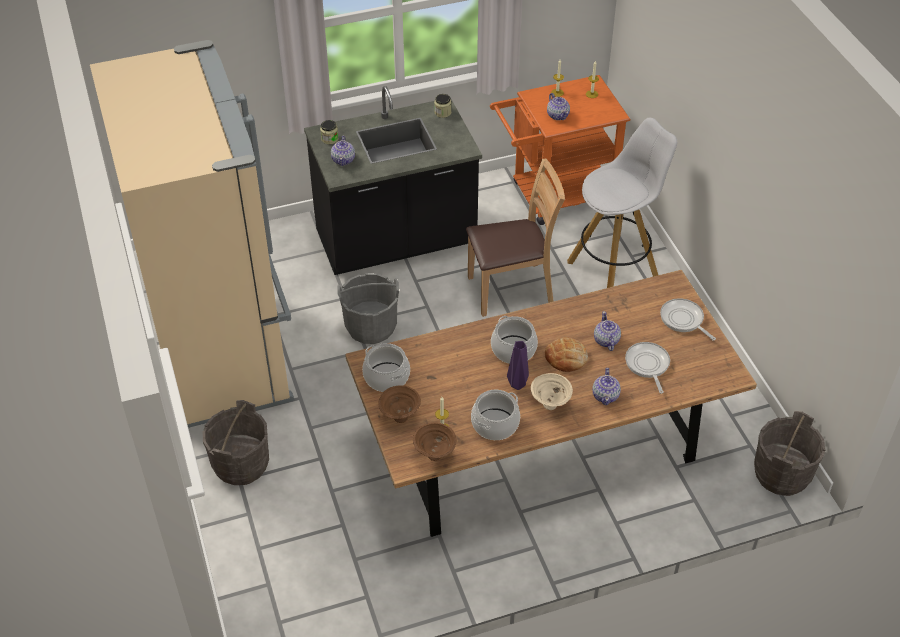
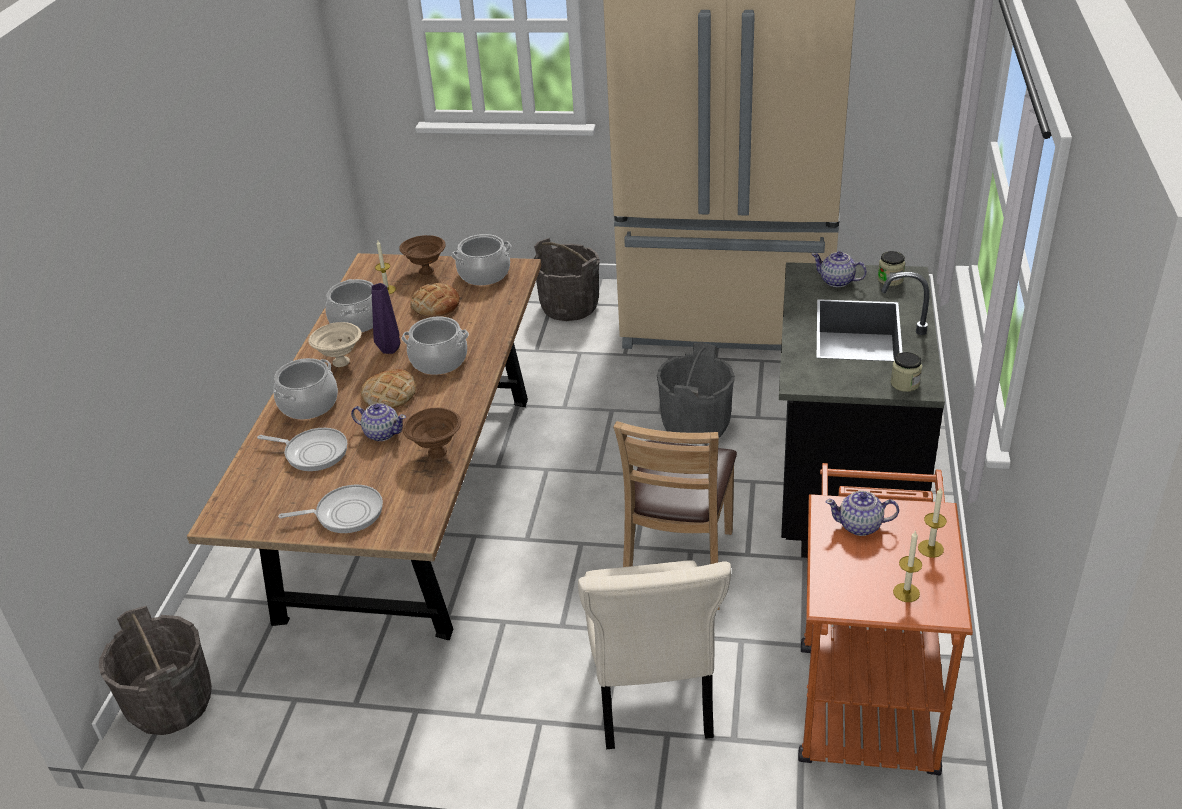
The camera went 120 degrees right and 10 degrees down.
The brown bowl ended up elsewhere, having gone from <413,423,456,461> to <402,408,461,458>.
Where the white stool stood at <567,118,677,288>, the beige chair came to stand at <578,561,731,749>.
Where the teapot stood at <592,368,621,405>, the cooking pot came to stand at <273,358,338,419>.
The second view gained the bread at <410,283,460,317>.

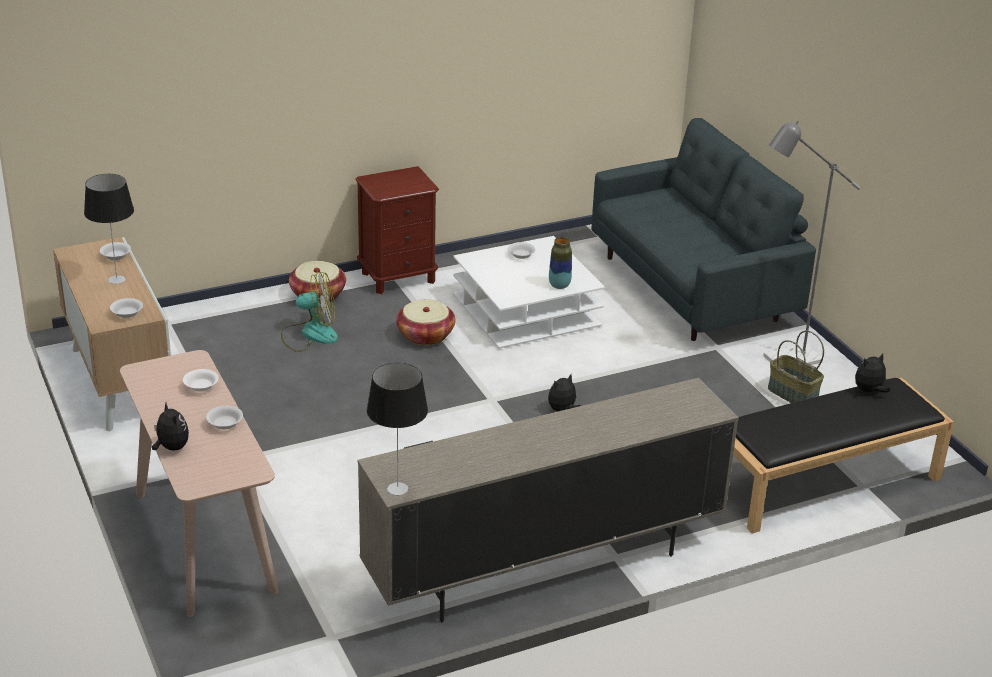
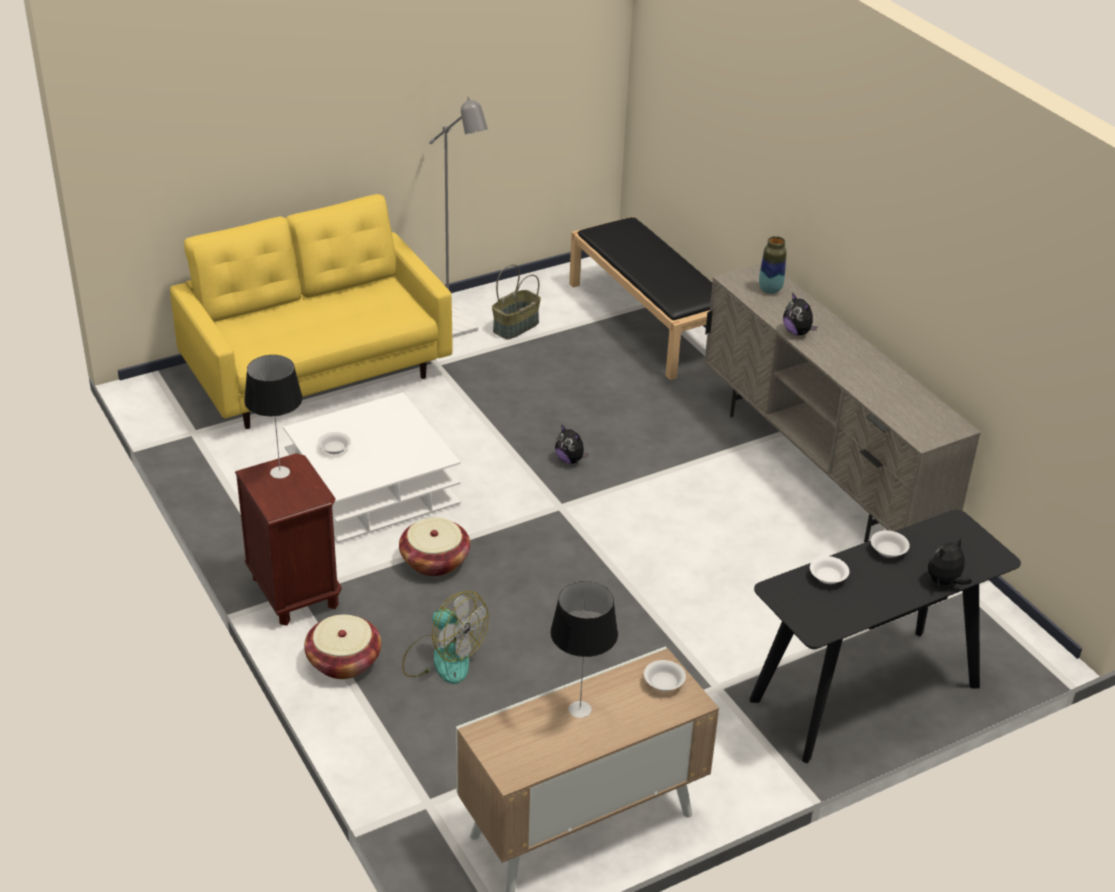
The camera went 95 degrees left and 5 degrees up.
The second view lost the white bowl at <100,242,131,260>.
What was the beige console table at <120,350,279,617> turned into the black console table at <750,510,1021,763>.
The fan at <281,271,338,352> ended up facing another way, 135 degrees clockwise from before.
The table lamp ended up elsewhere, having gone from <367,363,428,495> to <244,355,303,478>.
The vase ended up elsewhere, having gone from <549,237,572,289> to <759,236,787,294>.
What was the grey sofa at <592,118,816,341> turned into the yellow sofa at <170,194,453,429>.
The plush toy ended up elsewhere, having gone from <855,353,890,392> to <783,292,817,335>.

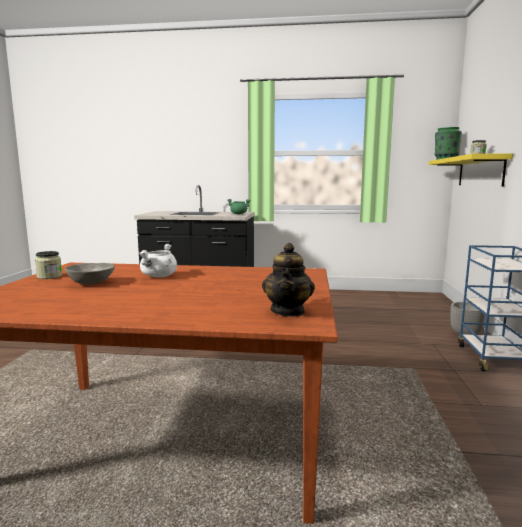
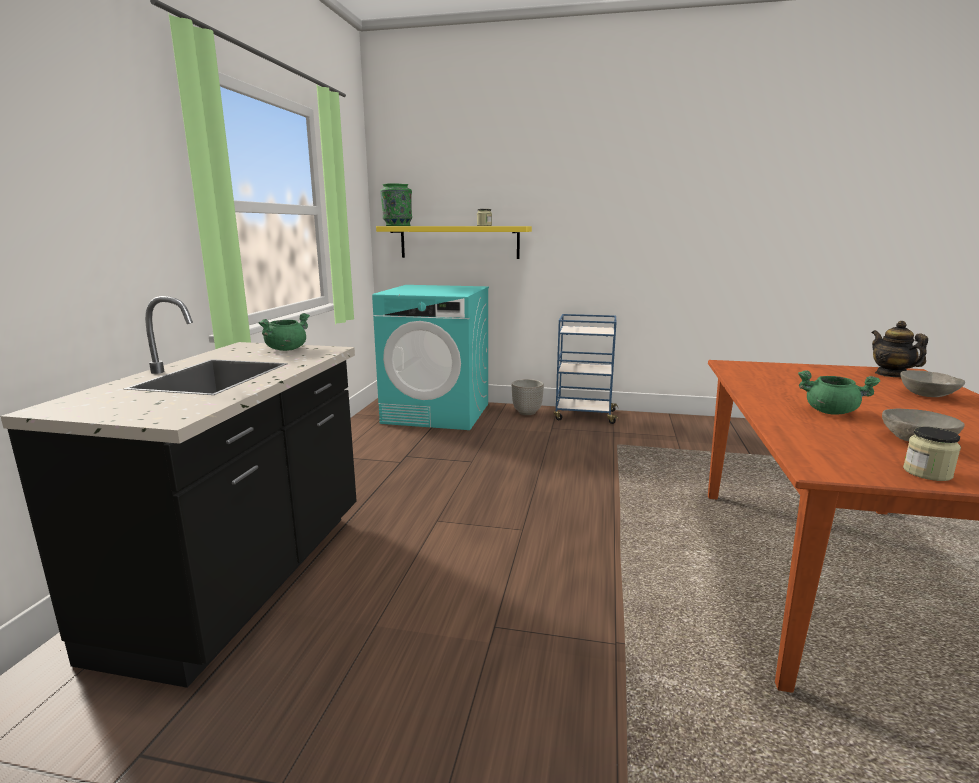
The camera went 85 degrees left and 5 degrees up.
What was the white cooking pot at <139,243,177,278> turned into the green cooking pot at <798,370,880,415>.
The teapot at <262,243,315,317> ended up facing another way, 120 degrees counterclockwise from before.
The second view gained the turquoise washing machine at <372,285,489,430>.
The second view gained the grey bowl at <900,370,965,397>.

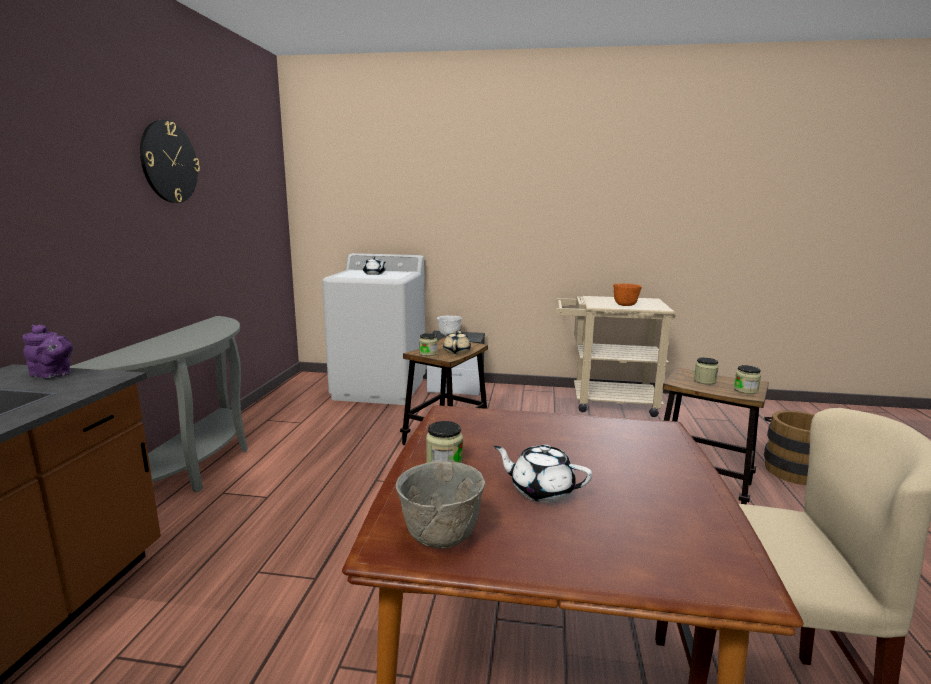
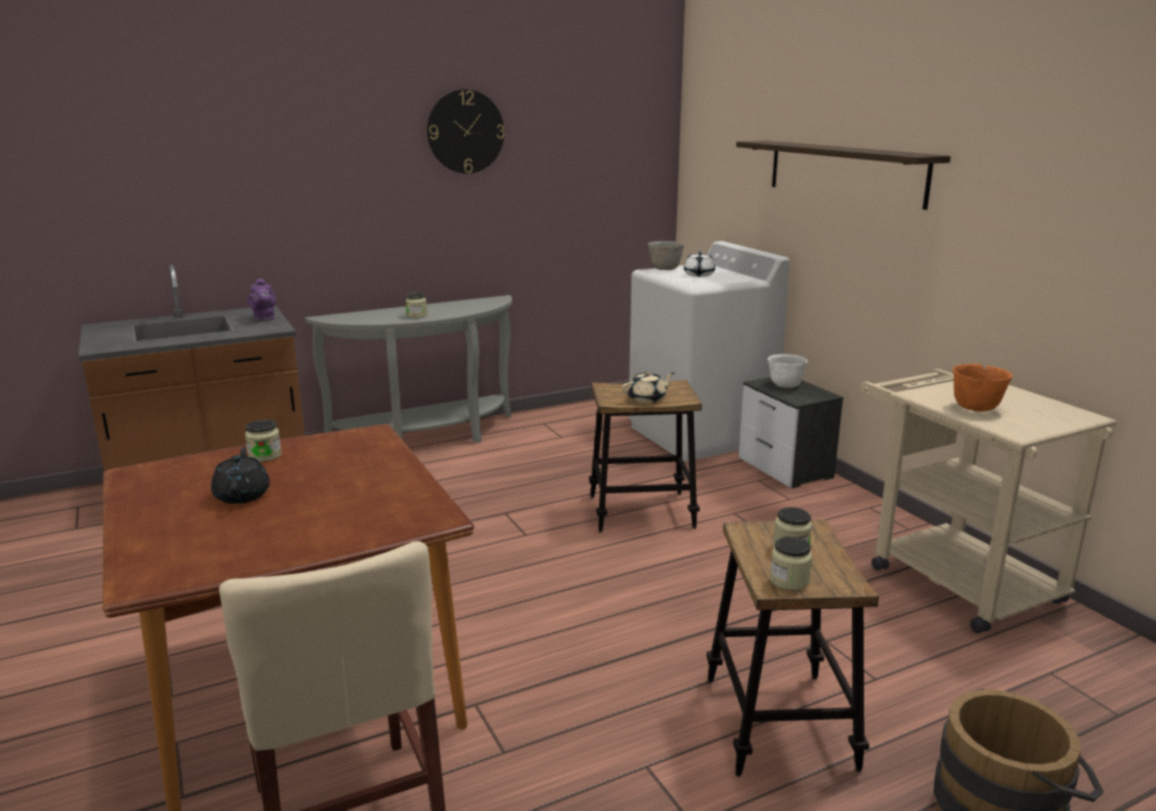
The camera went 55 degrees right and 5 degrees up.
The grey bowl ended up elsewhere, having gone from <396,461,485,549> to <648,241,684,270>.
The jar ended up elsewhere, having gone from <419,333,437,356> to <406,293,427,318>.
What was the white teapot at <493,445,592,502> turned into the black teapot at <211,447,270,504>.
The second view gained the shelf at <736,141,951,210>.

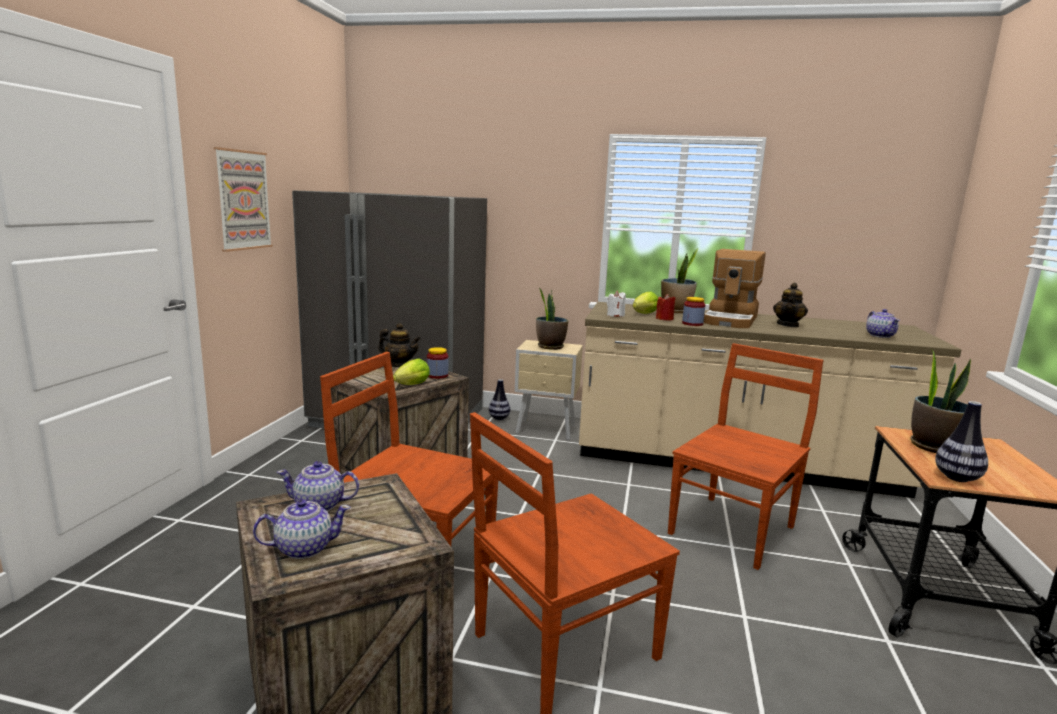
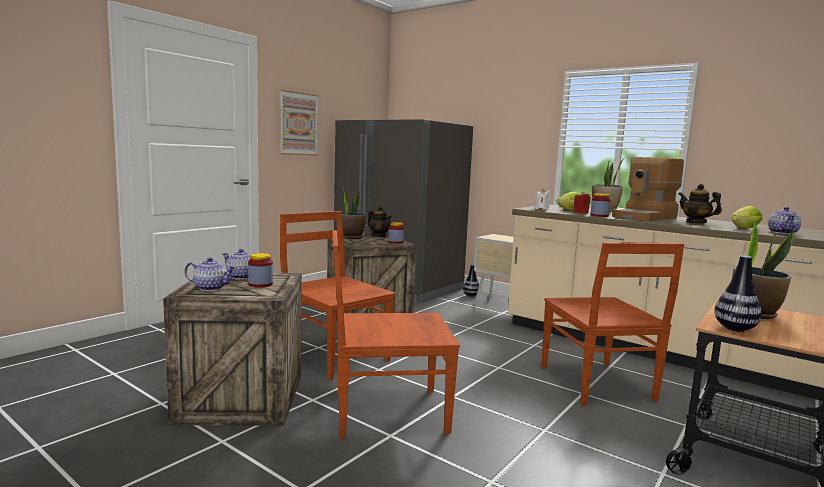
The camera went 25 degrees right and 5 degrees down.
The lettuce ended up elsewhere, having gone from <393,359,430,385> to <732,206,763,228>.
The potted plant ended up elsewhere, having gone from <536,288,568,350> to <341,188,366,239>.
The brown chair at <668,343,824,570> ended up facing another way, 105 degrees clockwise from before.
The teapot at <773,283,808,328> ended up facing another way, 90 degrees clockwise from before.
The second view gained the jar at <248,253,273,288>.

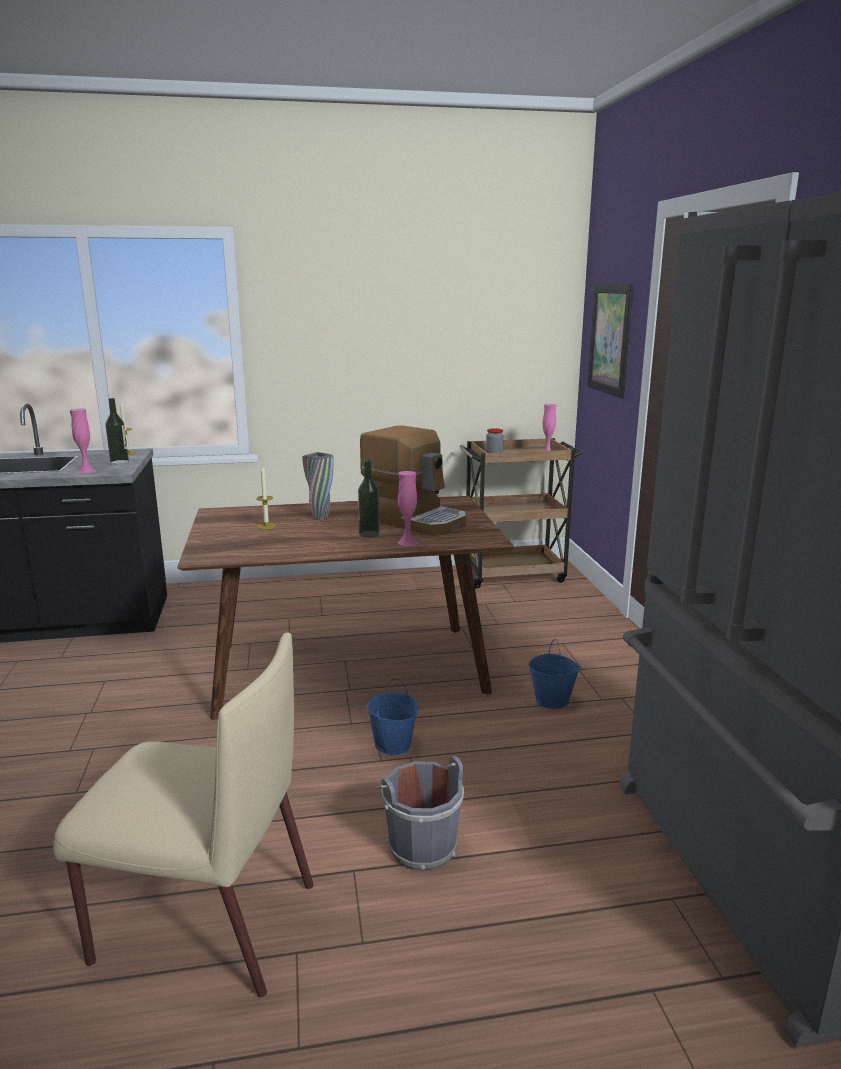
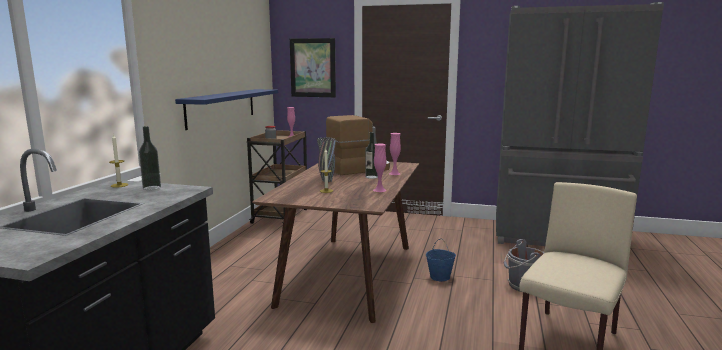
The camera went 65 degrees left and 5 degrees down.
The pink vase ended up elsewhere, having gone from <70,409,96,473> to <373,144,386,192>.
The second view lost the blue bucket at <529,639,580,709>.
The second view gained the blue shelf at <175,89,278,130>.

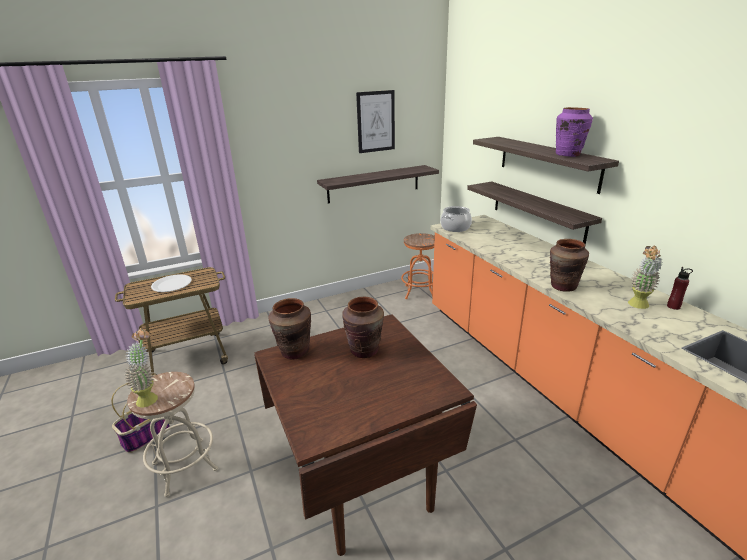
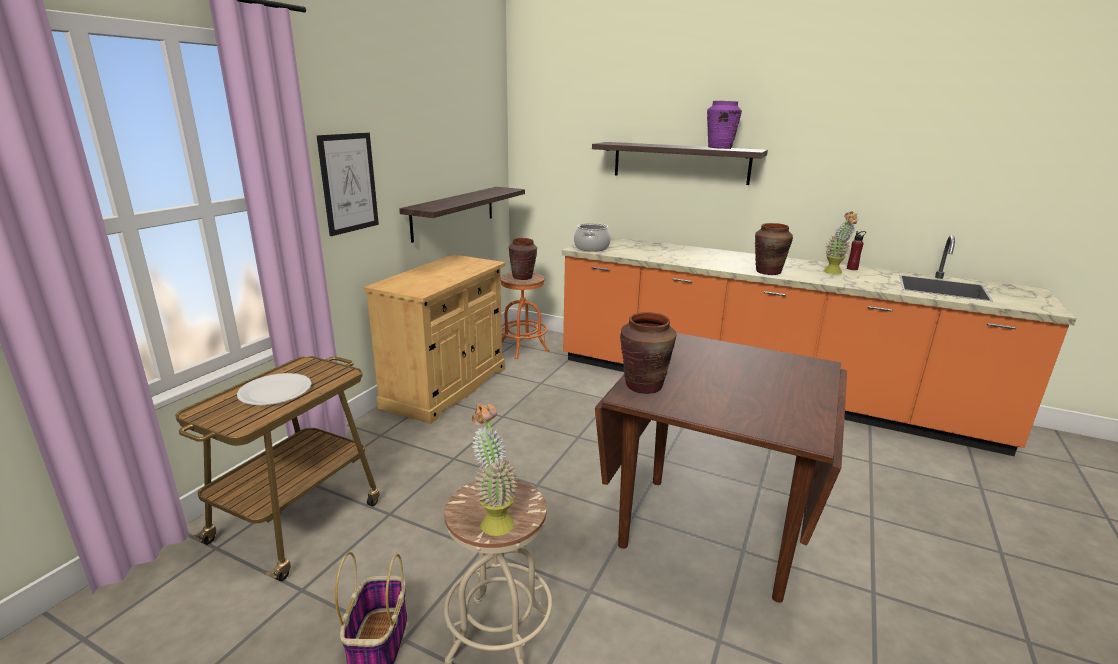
The camera went 40 degrees left and 5 degrees down.
The brown vase ended up elsewhere, having gone from <342,297,384,358> to <509,238,537,280>.
The picture ended up elsewhere, having gone from <356,90,395,153> to <316,133,379,236>.
The second view lost the shelf at <467,181,602,245>.
The second view gained the beige cabinet at <363,254,506,424>.

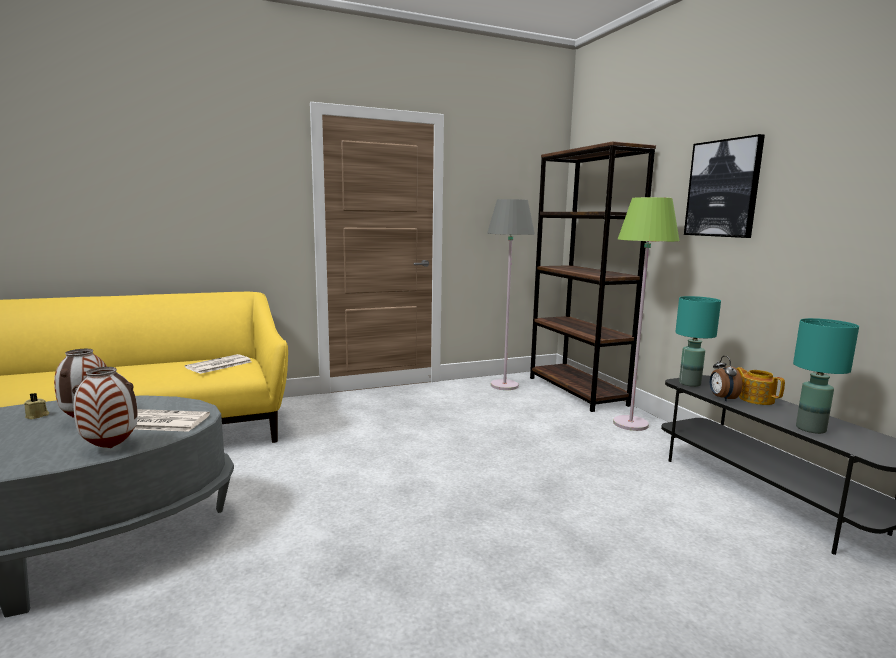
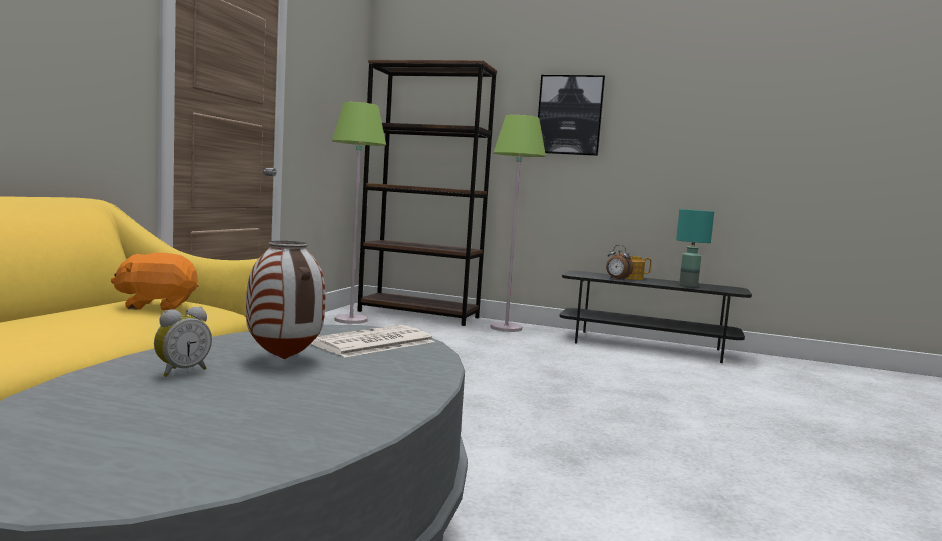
The camera went 50 degrees left and 5 degrees down.
Where the beige candle stood at <24,393,50,419>, the alarm clock came to stand at <154,307,212,377>.
The second view lost the vase at <72,367,138,448>.
Where the newspaper stood at <185,354,251,374>, the orange plush toy came to stand at <111,253,198,310>.
What was the grey floor lamp at <487,199,535,390> turned into the green floor lamp at <332,102,386,324>.
The second view lost the turquoise table lamp at <675,296,721,387>.

